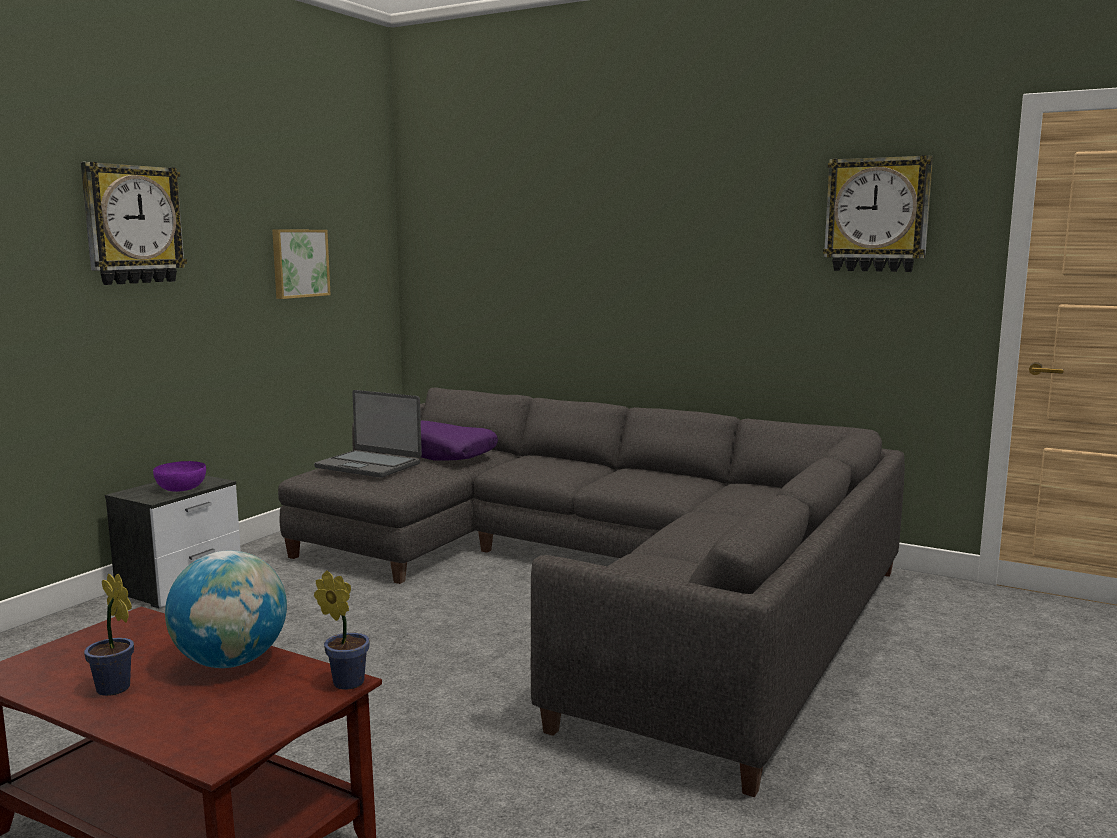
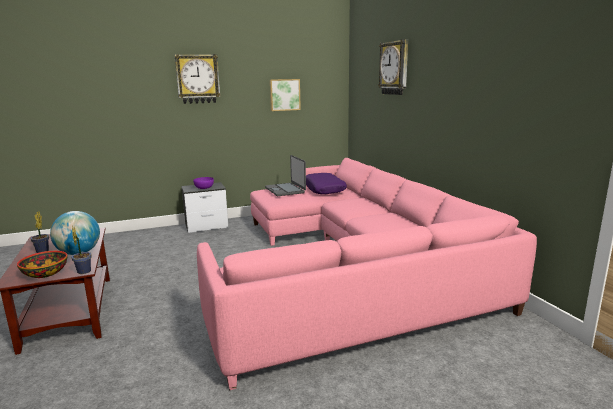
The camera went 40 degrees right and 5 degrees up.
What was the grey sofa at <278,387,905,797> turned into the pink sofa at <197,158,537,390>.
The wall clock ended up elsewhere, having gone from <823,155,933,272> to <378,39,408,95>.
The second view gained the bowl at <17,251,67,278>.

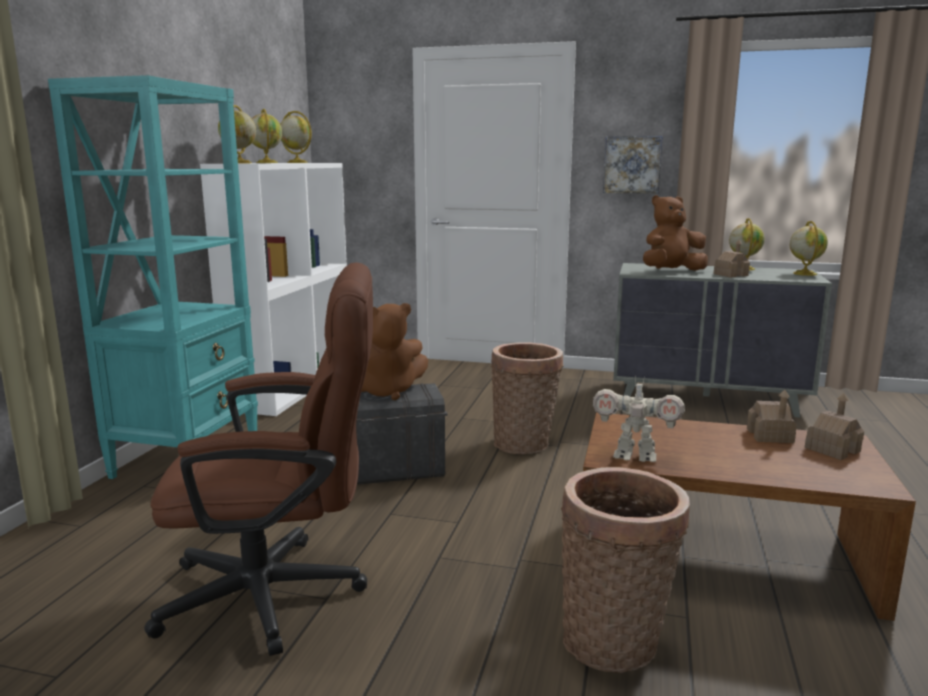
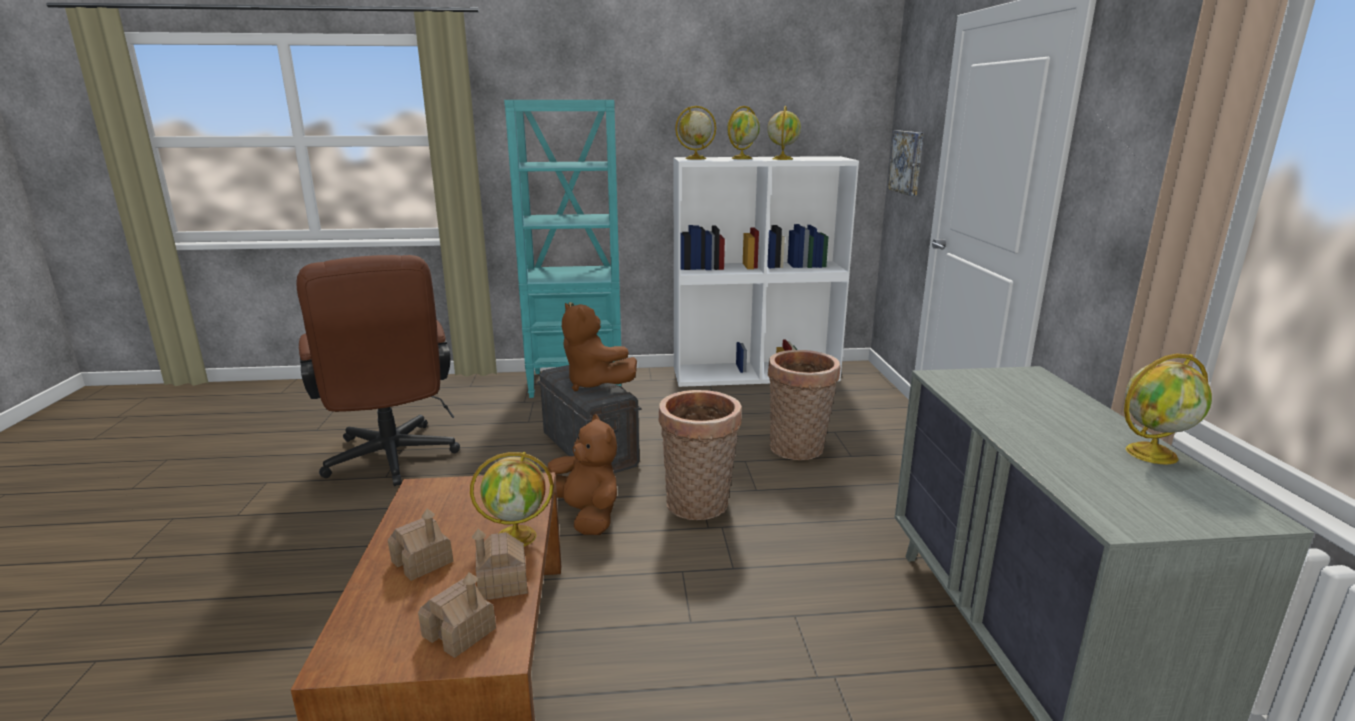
The camera went 70 degrees right and 5 degrees up.
The basket ended up elsewhere, having gone from <561,467,690,673> to <768,350,840,460>.
The second view lost the toy robot at <593,376,685,462>.
The picture ended up elsewhere, having gone from <603,136,663,194> to <888,130,924,196>.
The brown plush toy ended up elsewhere, having gone from <643,195,708,271> to <548,414,617,535>.
The toy house ended up elsewhere, having gone from <714,240,750,278> to <388,509,453,581>.
The globe ended up elsewhere, having gone from <790,221,828,276> to <470,452,554,547>.

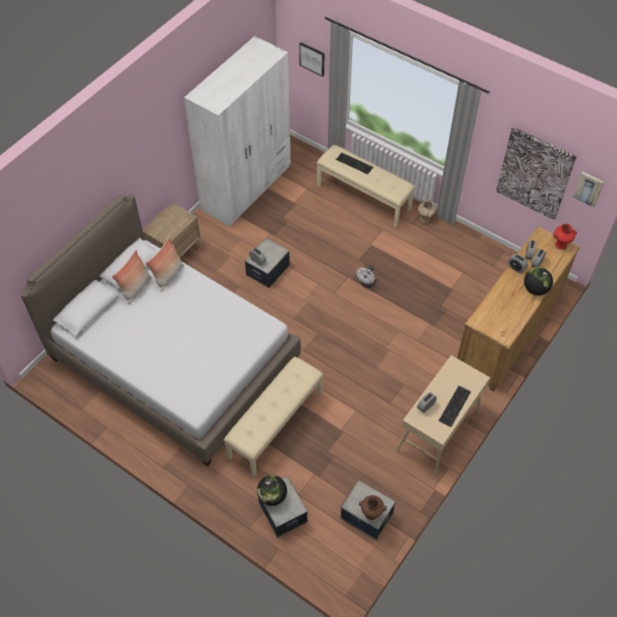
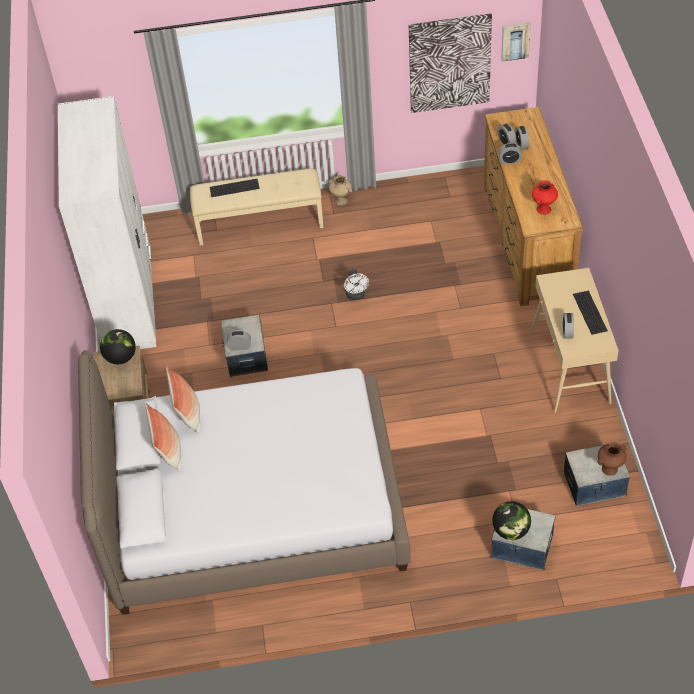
The camera went 40 degrees left and 5 degrees down.
The second view lost the beige bench at <224,357,323,477>.
The second view lost the picture at <299,43,324,77>.
The globe ended up elsewhere, having gone from <524,267,553,295> to <100,329,136,364>.
The red vase ended up elsewhere, having gone from <553,224,577,250> to <532,180,558,215>.

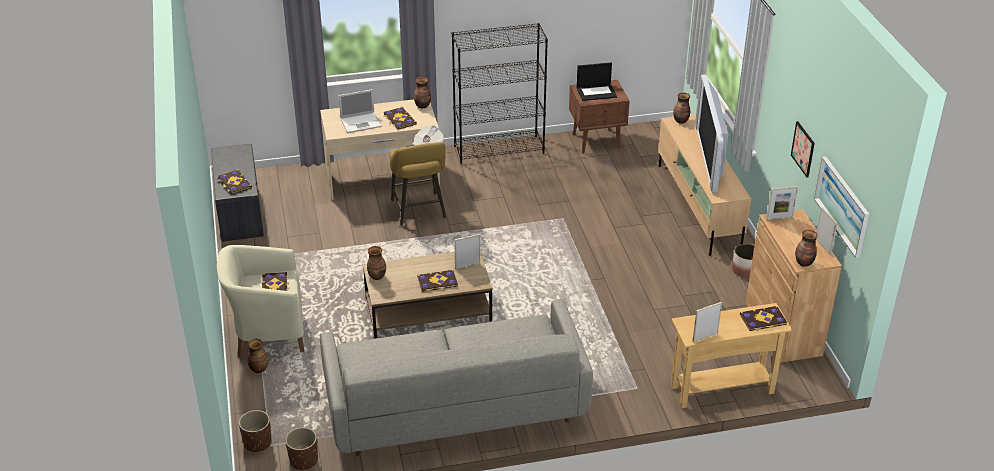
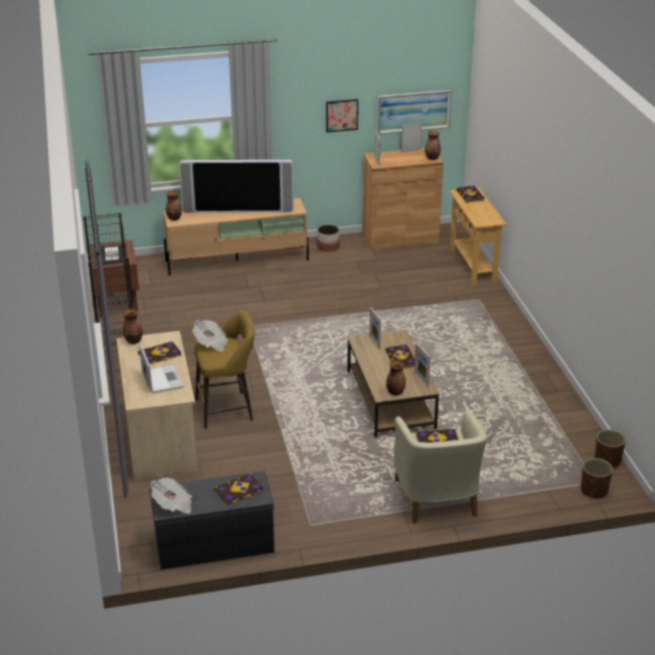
The camera went 90 degrees left and 5 degrees down.
The second view lost the vase at <247,339,268,373>.
The second view lost the grey sofa at <320,299,593,456>.
The picture frame ended up elsewhere, having gone from <693,302,722,342> to <414,344,431,387>.
The second view gained the newspaper at <151,478,192,514>.

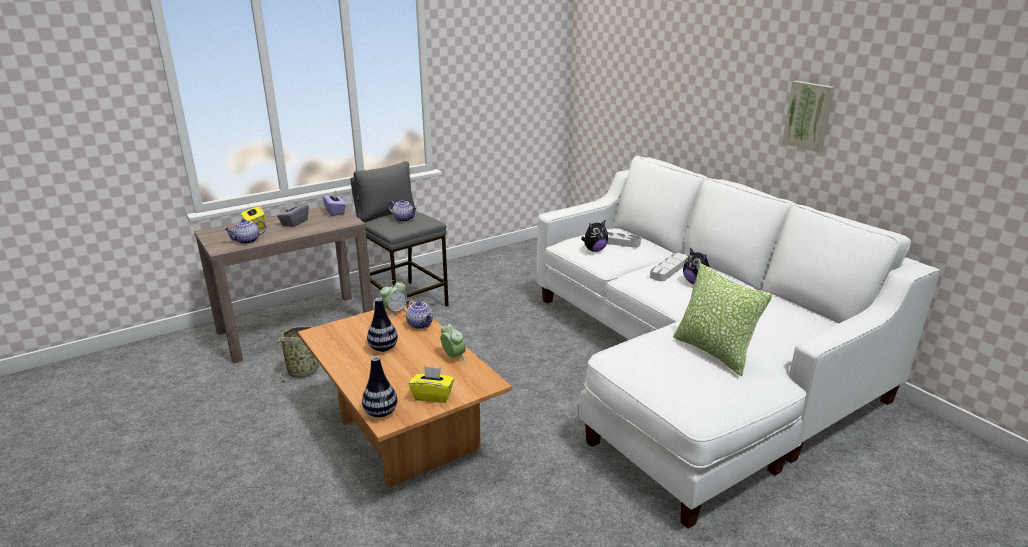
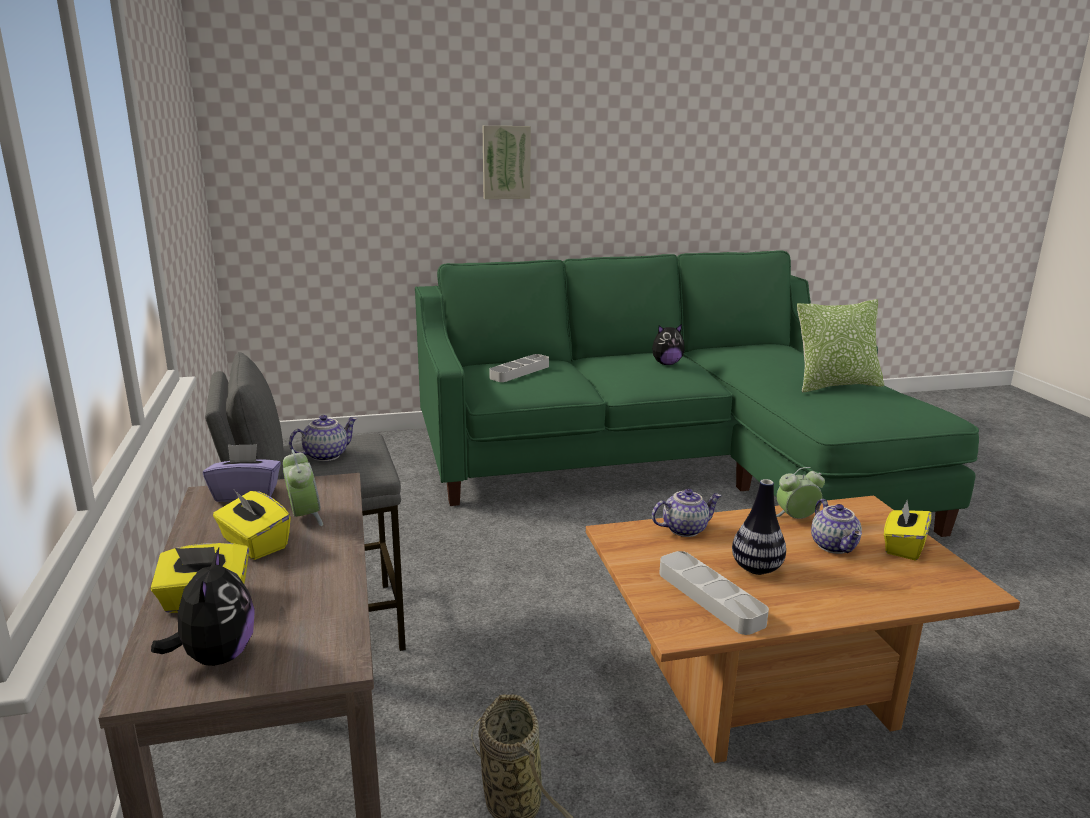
The camera went 70 degrees left and 5 degrees down.
The teapot ended up elsewhere, having gone from <223,219,266,244> to <811,499,862,554>.
What was the grey tissue box at <277,200,309,227> turned into the yellow tissue box at <213,490,291,560>.
The second view lost the vase at <362,356,397,417>.
The alarm clock ended up elsewhere, having gone from <380,280,407,318> to <283,449,323,526>.
What was the white sofa at <536,156,940,529> turned into the green sofa at <415,250,979,537>.
The plush toy ended up elsewhere, having gone from <581,220,608,252> to <151,548,255,666>.
The grey tray ended up elsewhere, having gone from <650,253,688,281> to <659,551,769,635>.
The picture ended up elsewhere, having gone from <782,81,835,152> to <483,126,531,199>.

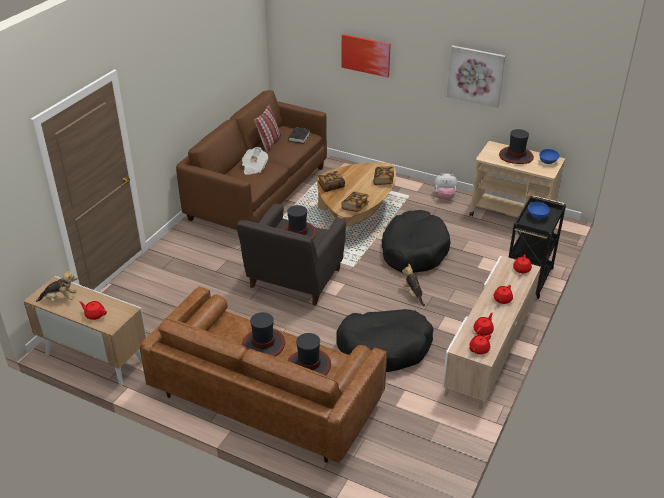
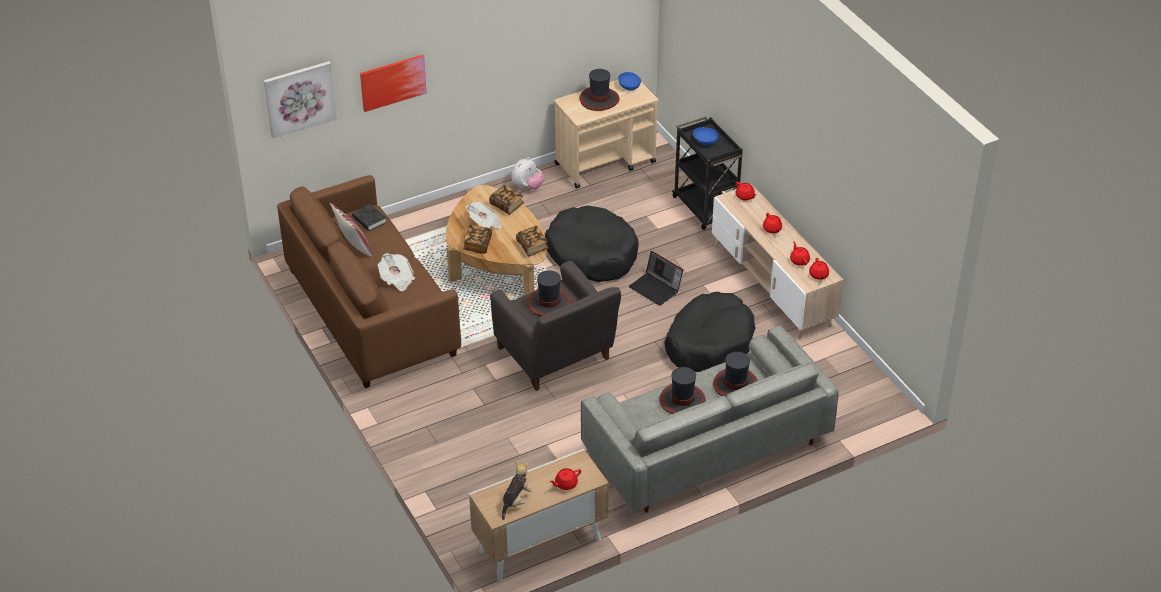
The camera went 55 degrees left and 5 degrees up.
What was the brown sofa at <140,287,387,463> turned into the grey sofa at <581,325,839,513>.
Where the plush toy stood at <402,264,425,307>, the laptop came to stand at <629,251,683,306>.
The picture ended up elsewhere, having gone from <447,45,506,108> to <264,61,337,139>.
The second view gained the newspaper at <466,202,502,228>.

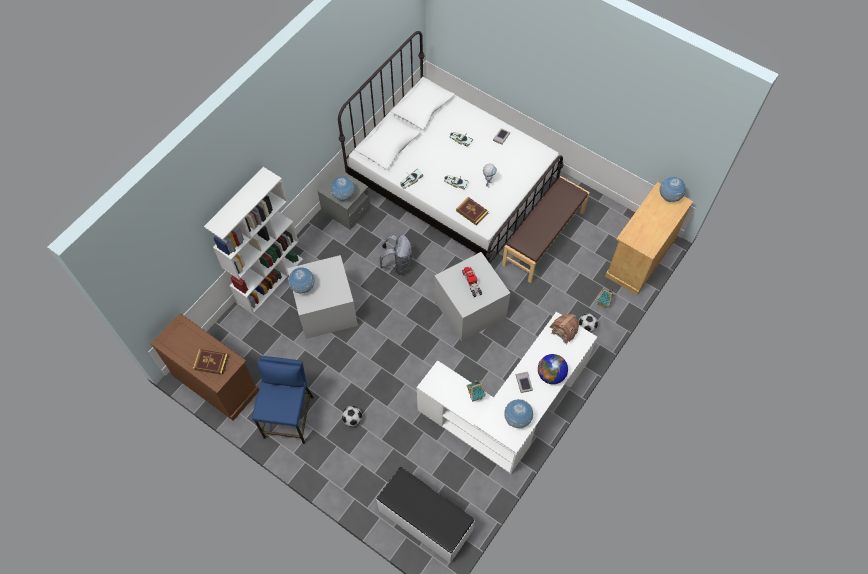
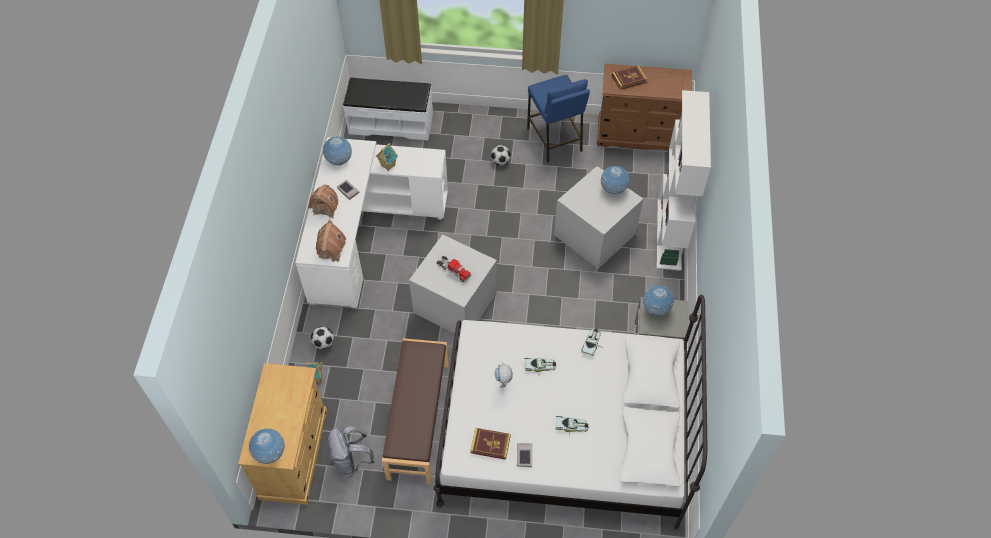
The camera went 150 degrees right and 5 degrees down.
The grey backpack ended up elsewhere, having gone from <380,235,412,275> to <327,426,375,477>.
The book ended up elsewhere, having gone from <456,197,489,226> to <470,428,511,460>.
Where the globe stood at <538,354,568,384>, the toy house came to stand at <308,185,338,218>.

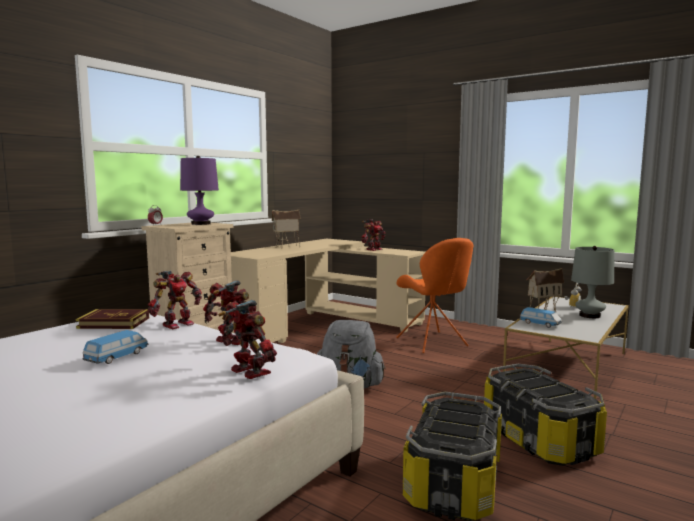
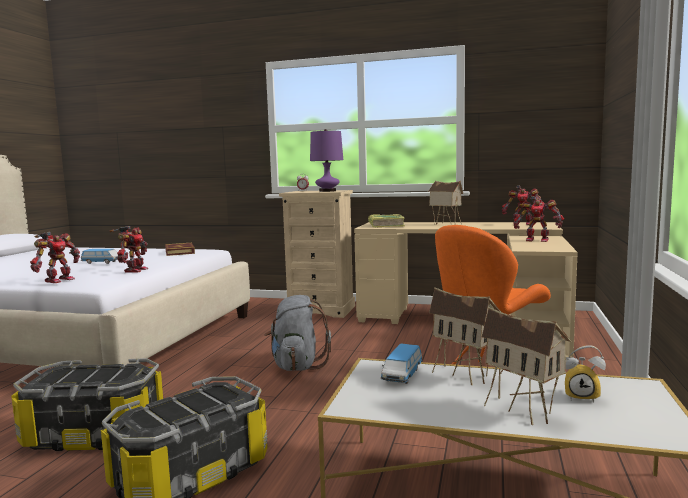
The camera went 70 degrees right and 0 degrees up.
The toy robot ended up elsewhere, having gone from <148,271,202,329> to <502,186,544,225>.
Where the grey table lamp stood at <571,246,615,318>, the toy house came to stand at <482,307,571,425>.
The second view gained the book at <368,214,405,228>.

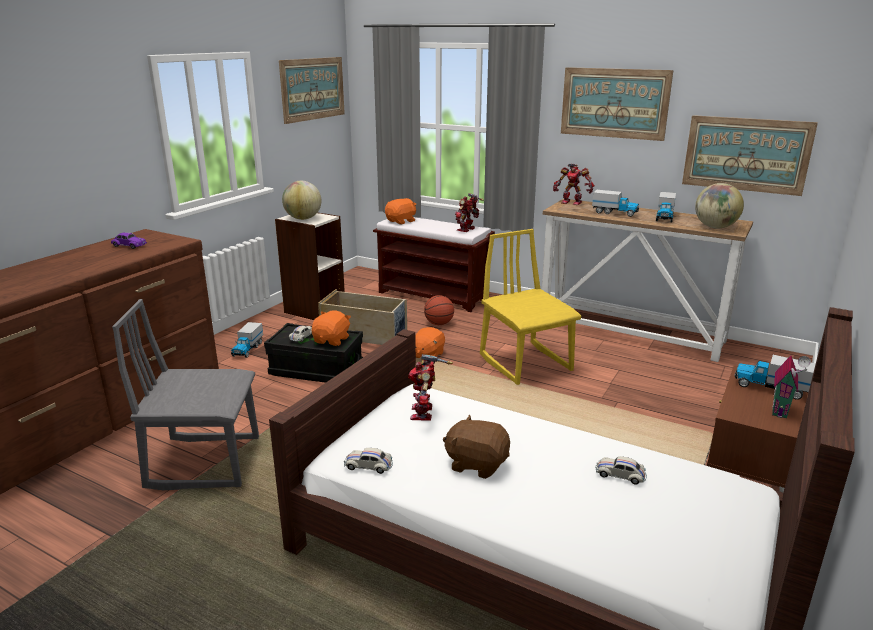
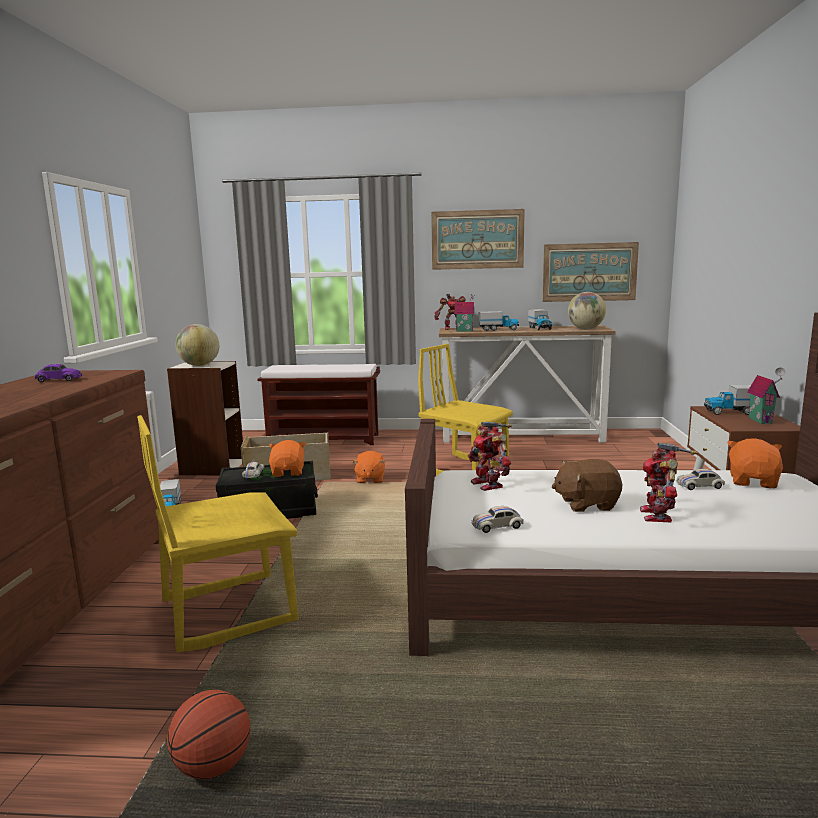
The camera went 25 degrees left and 10 degrees down.
What was the grey chair at <112,299,259,490> turned into the yellow chair at <137,415,298,652>.
The second view lost the picture at <279,57,345,124>.
The orange plush toy ended up elsewhere, having gone from <385,198,416,224> to <727,438,783,488>.
The basketball ended up elsewhere, having gone from <424,295,454,325> to <167,690,250,779>.
The toy robot ended up elsewhere, having gone from <455,193,484,232> to <640,442,698,523>.
The second view gained the toy house at <455,294,475,332>.

